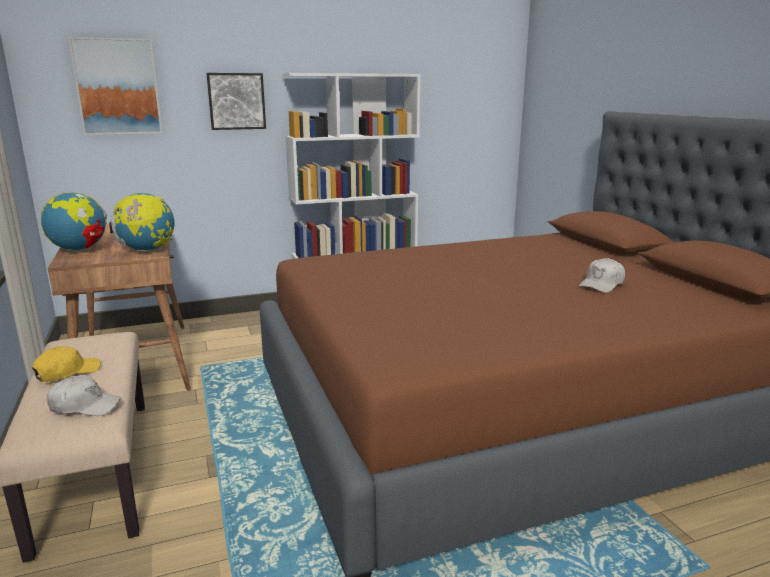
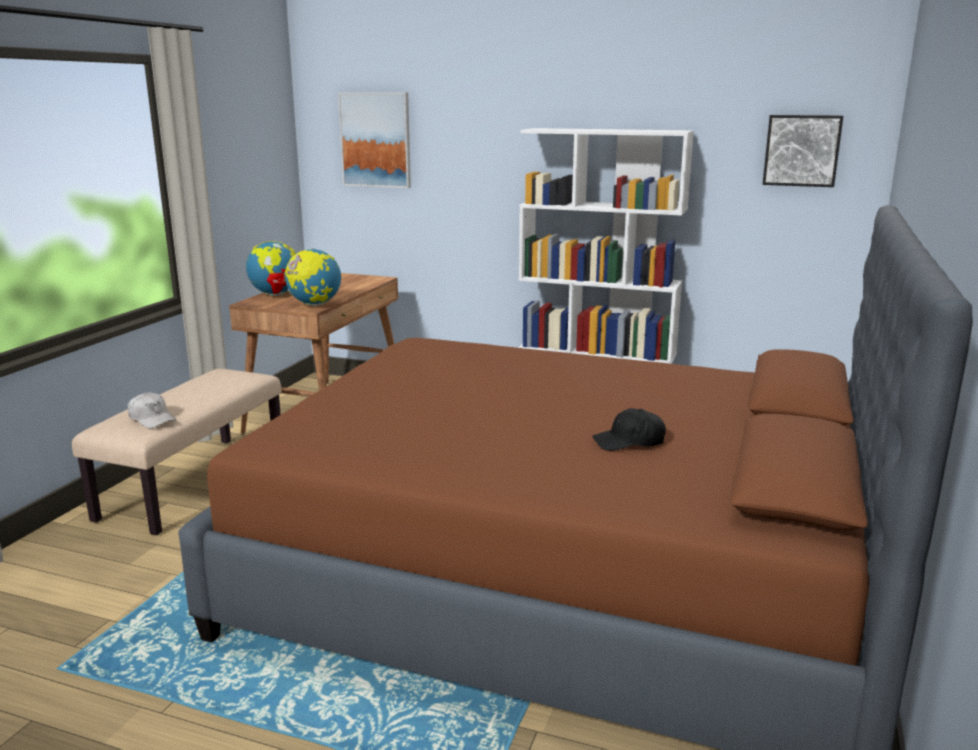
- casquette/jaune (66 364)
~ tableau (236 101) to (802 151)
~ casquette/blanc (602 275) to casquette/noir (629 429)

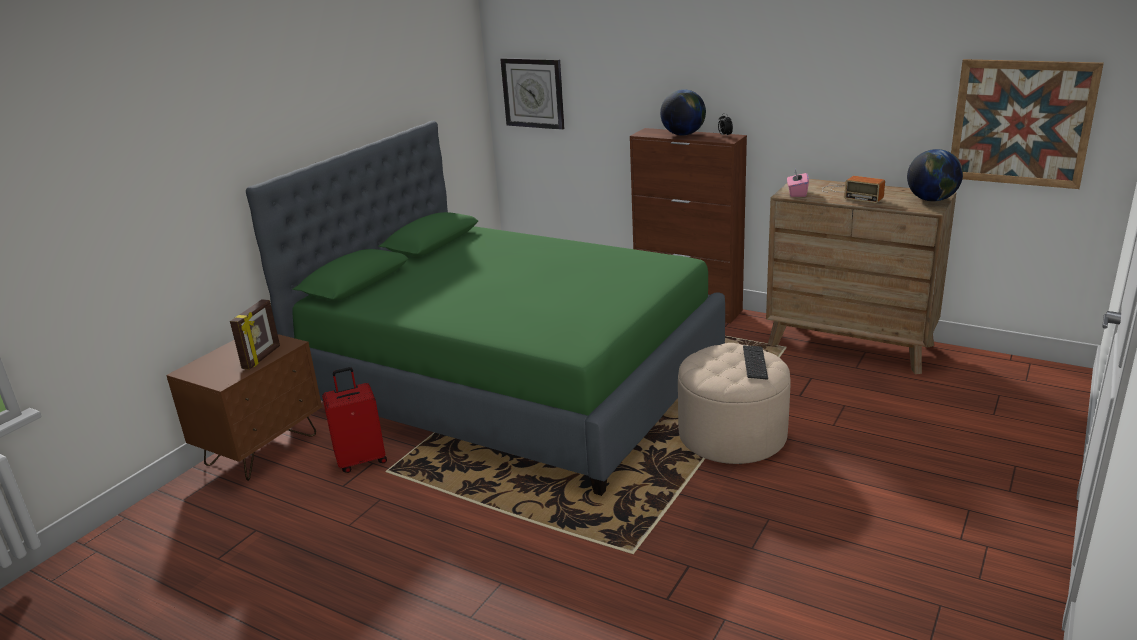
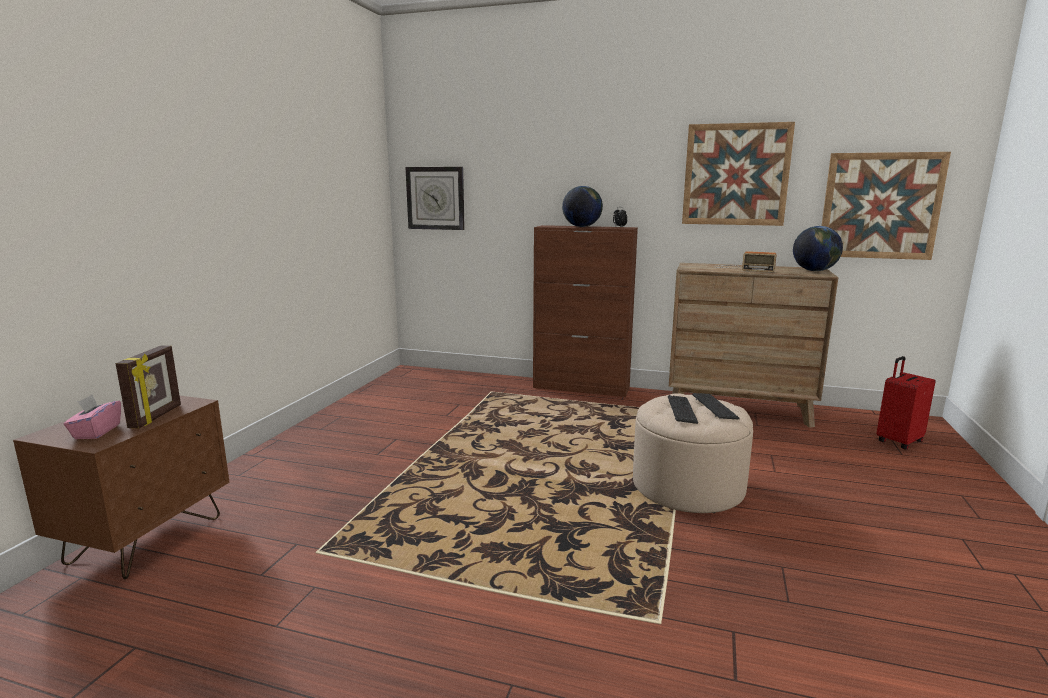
- lit/vert (485 308)
+ clavier (683 409)
+ tableau (738 174)
~ valise/rouge (354 420) to (906 403)
~ boîte à mouchoirs/rose (798 183) to (92 417)

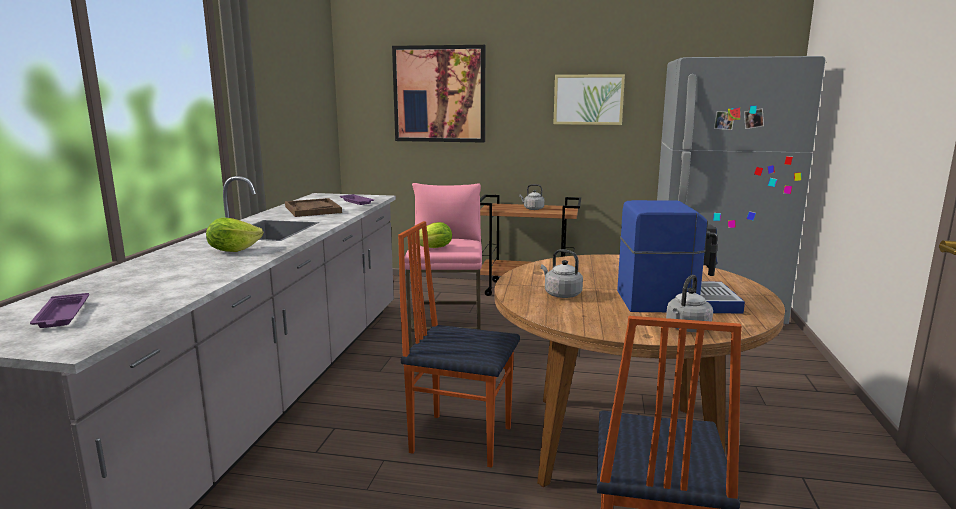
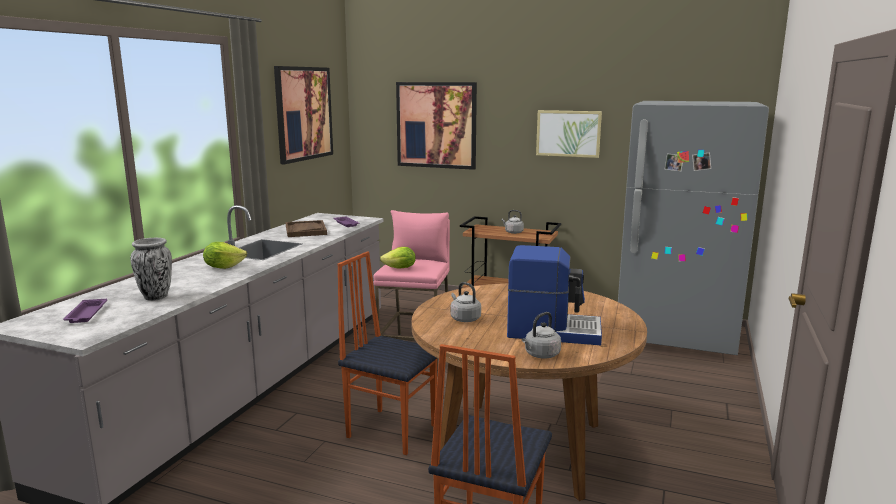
+ vase (151 269)
+ tableau (303 115)

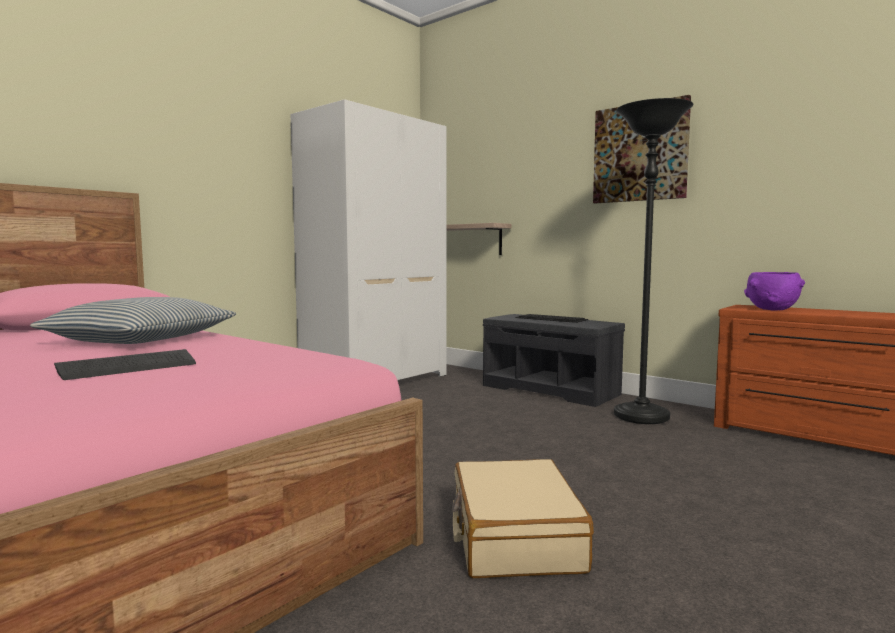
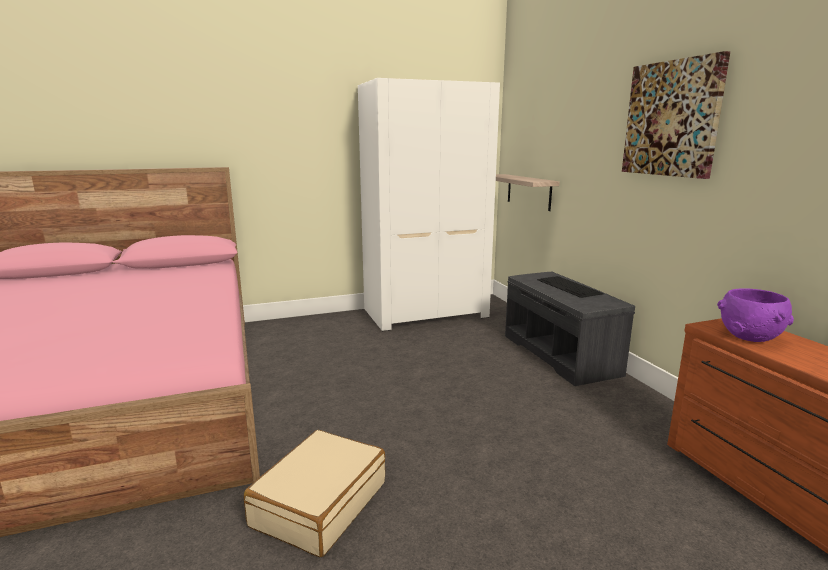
- coussin (133 320)
- clavier (125 364)
- lampadaire/noir (653 261)

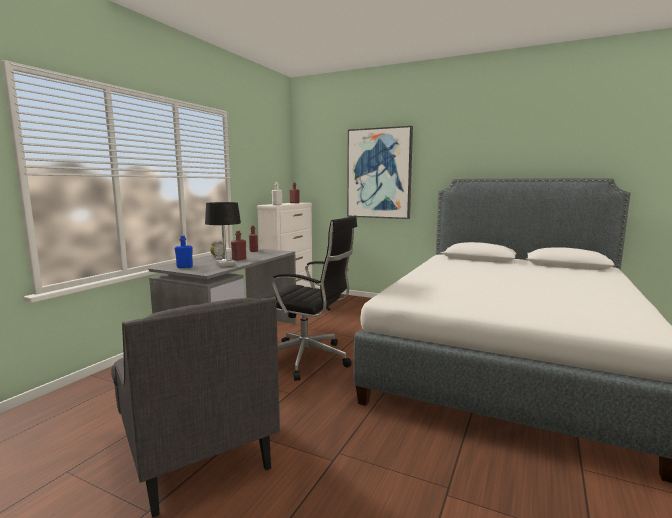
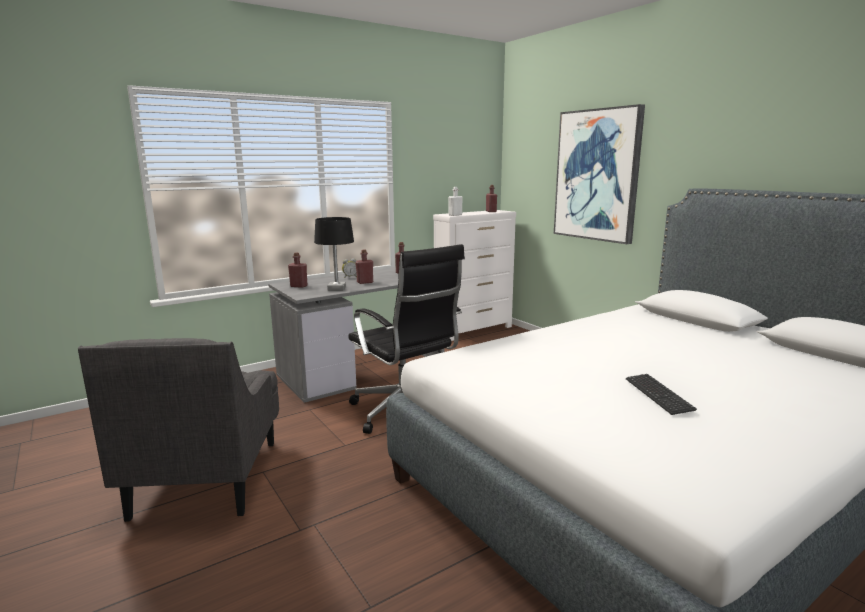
+ clavier (661 394)
~ bouteille/bleu (184 252) to bouteille/rouge (298 270)

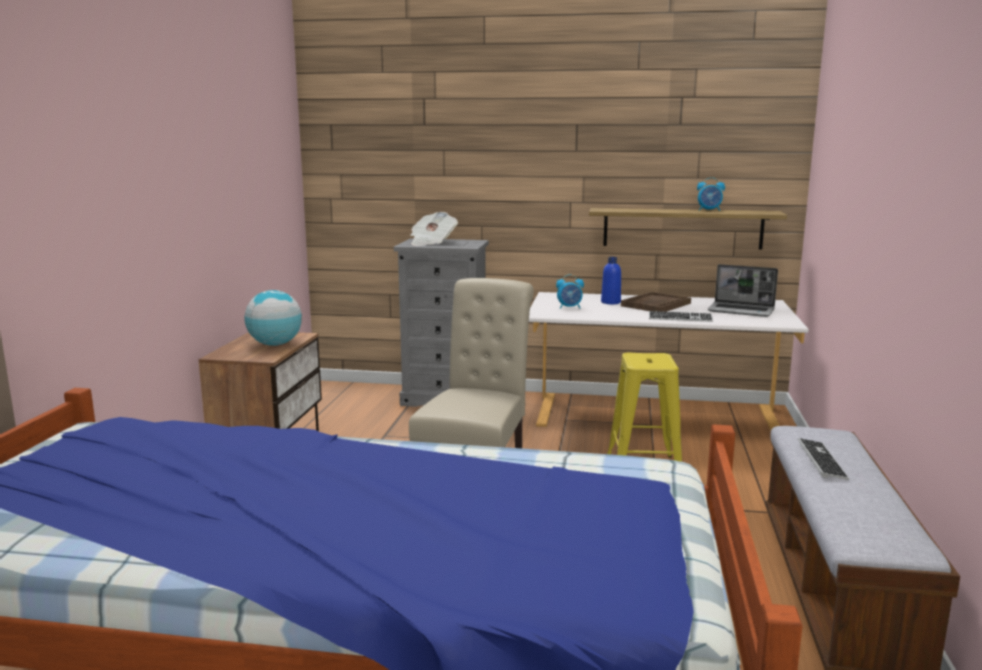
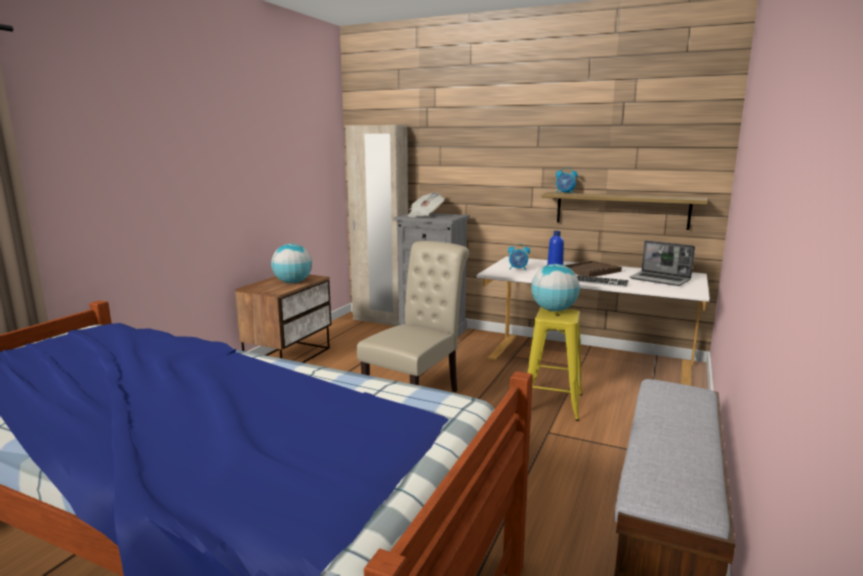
- clavier (823 459)
+ armoire/beige (376 225)
+ globe (555 287)
~ réveil (711 194) to (567 180)

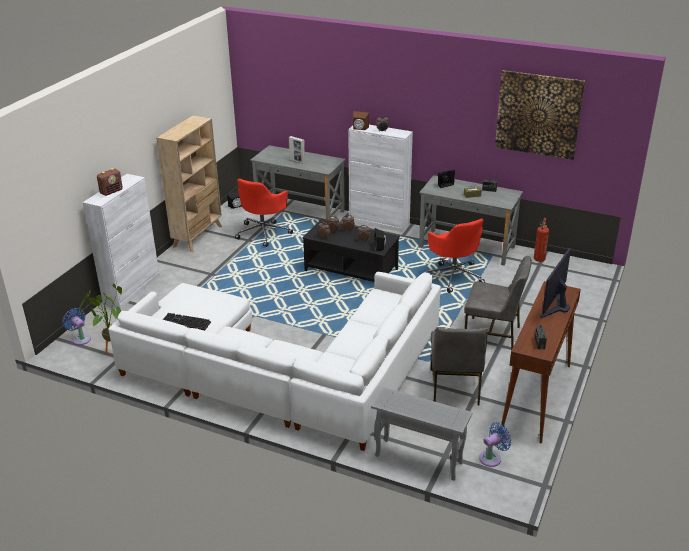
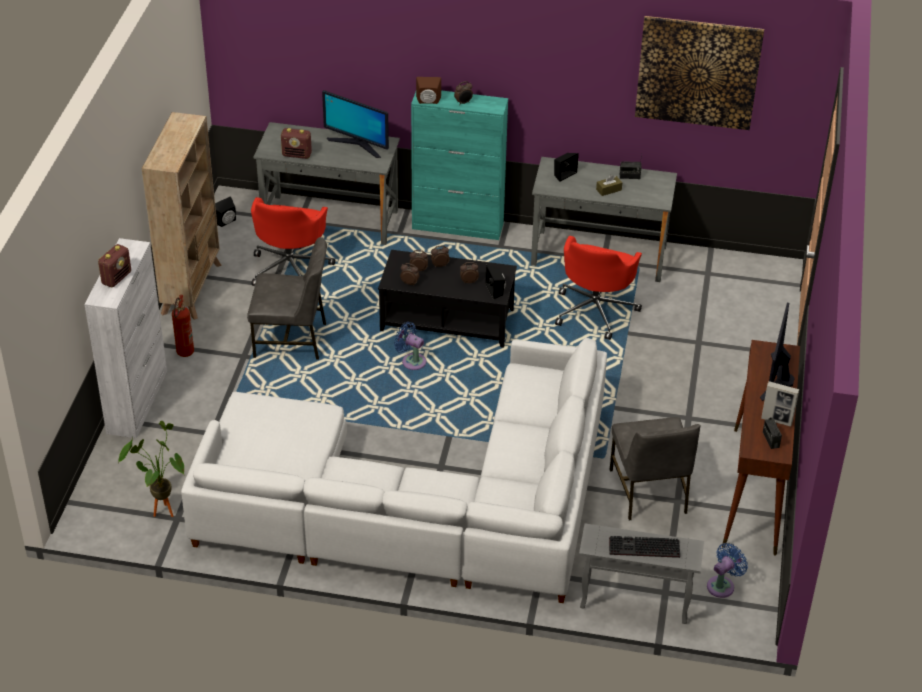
+ radio (296 143)
+ écran d'ordinateur (355 124)
~ ventilateur/bleu (76 326) to (410 346)
~ clavier (187 321) to (644 547)
~ cadre photo (297 150) to (780 404)
~ chaise/gris (498 303) to (287 298)
~ extincteur (541 240) to (183 326)
~ meuble de rangement/blanc (380 178) to meuble de rangement/turquoise (459 165)
~ chaise de bureau/rouge (455 256) = (598 288) 60 degrees clockwise

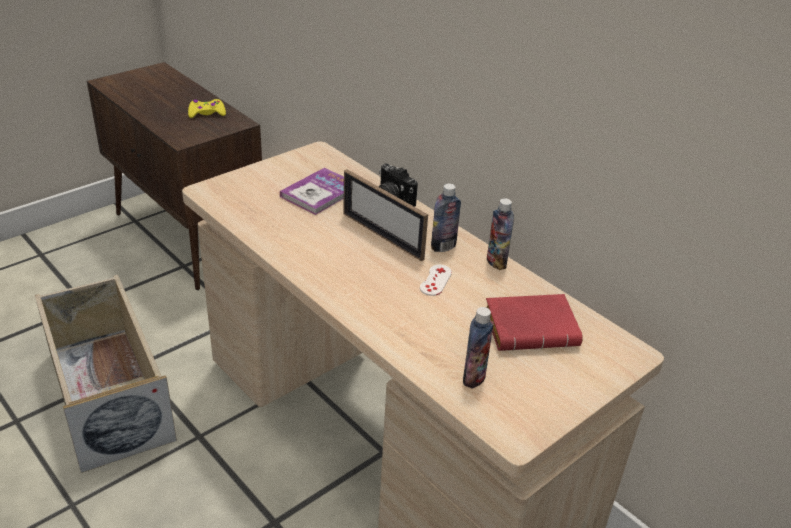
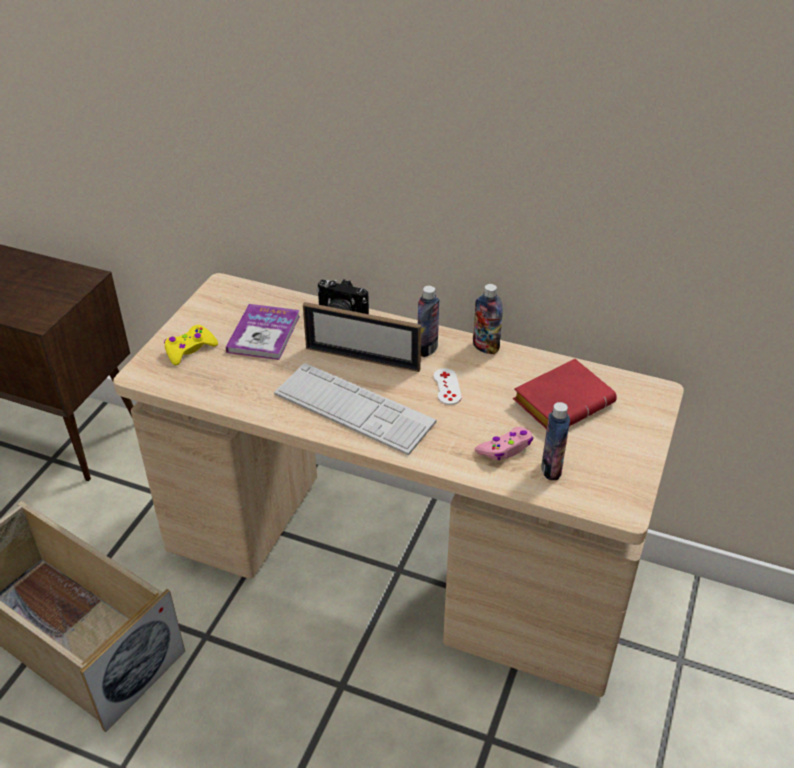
+ clavier (355 409)
+ manette/rose (504 443)
~ manette/jaune (207 108) to (191 345)

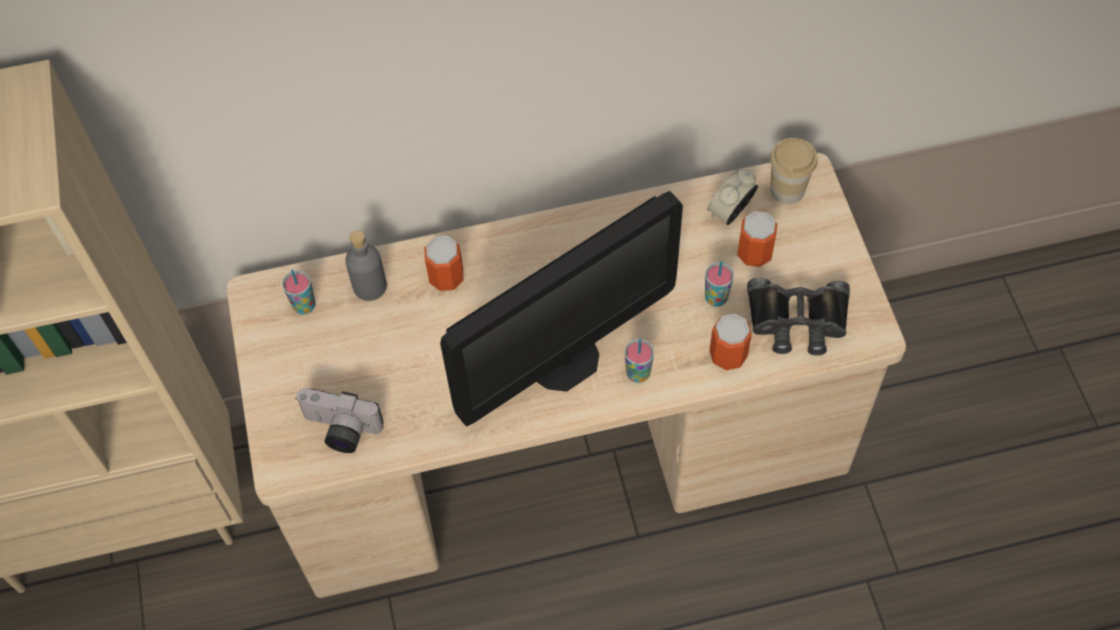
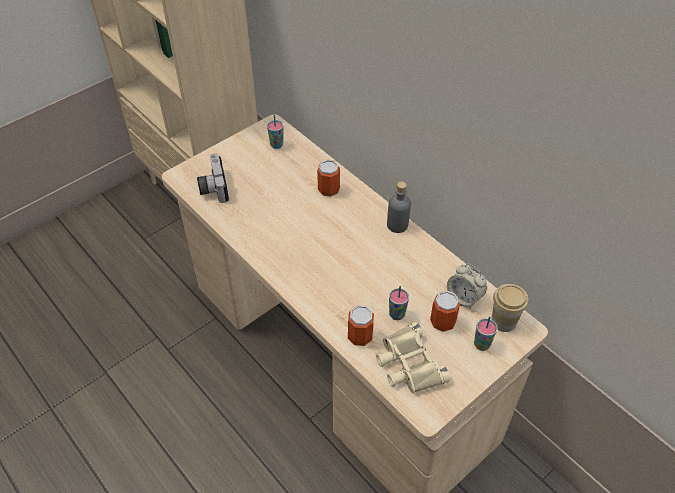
- écran d'ordinateur (561 308)
~ bouteille/gris (366 265) to (399 207)
~ tasse (639 361) to (485 334)
~ jumelles/noir (798 316) to jumelles/beige (413 357)
~ réveil (732 197) = (467 286) 150 degrees counterclockwise

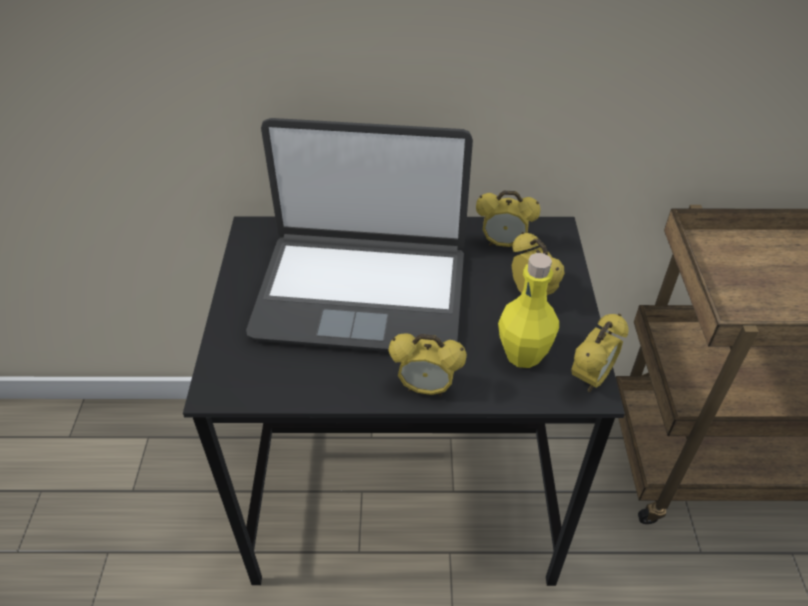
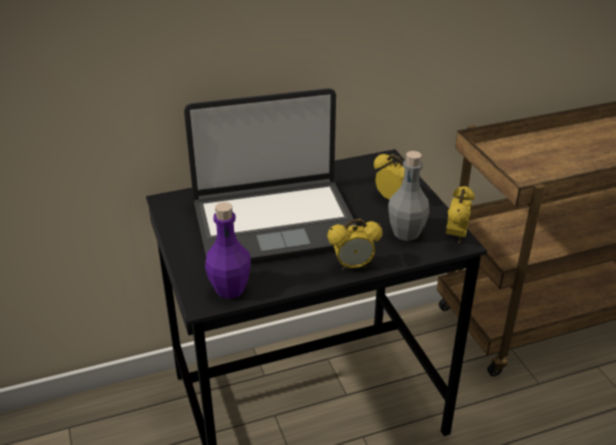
- réveil (508 219)
+ bouteille/violet (228 250)
~ bouteille/jaune (528 310) to bouteille/gris (409 196)

